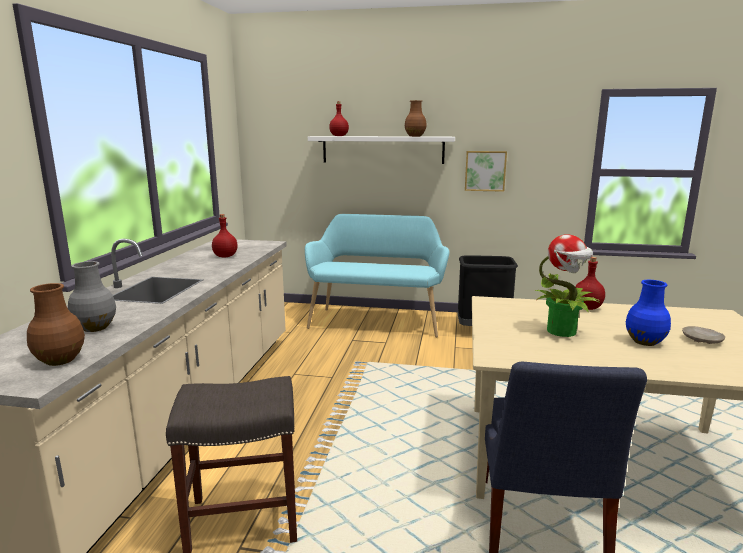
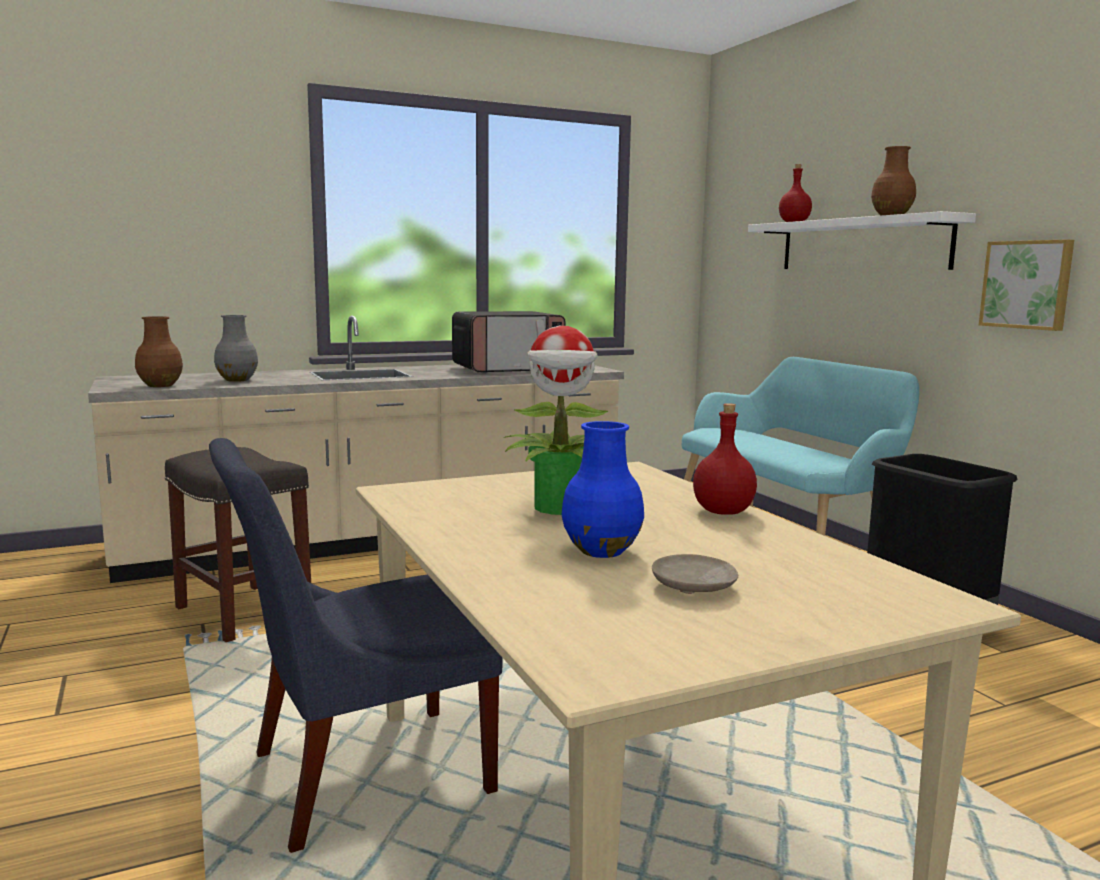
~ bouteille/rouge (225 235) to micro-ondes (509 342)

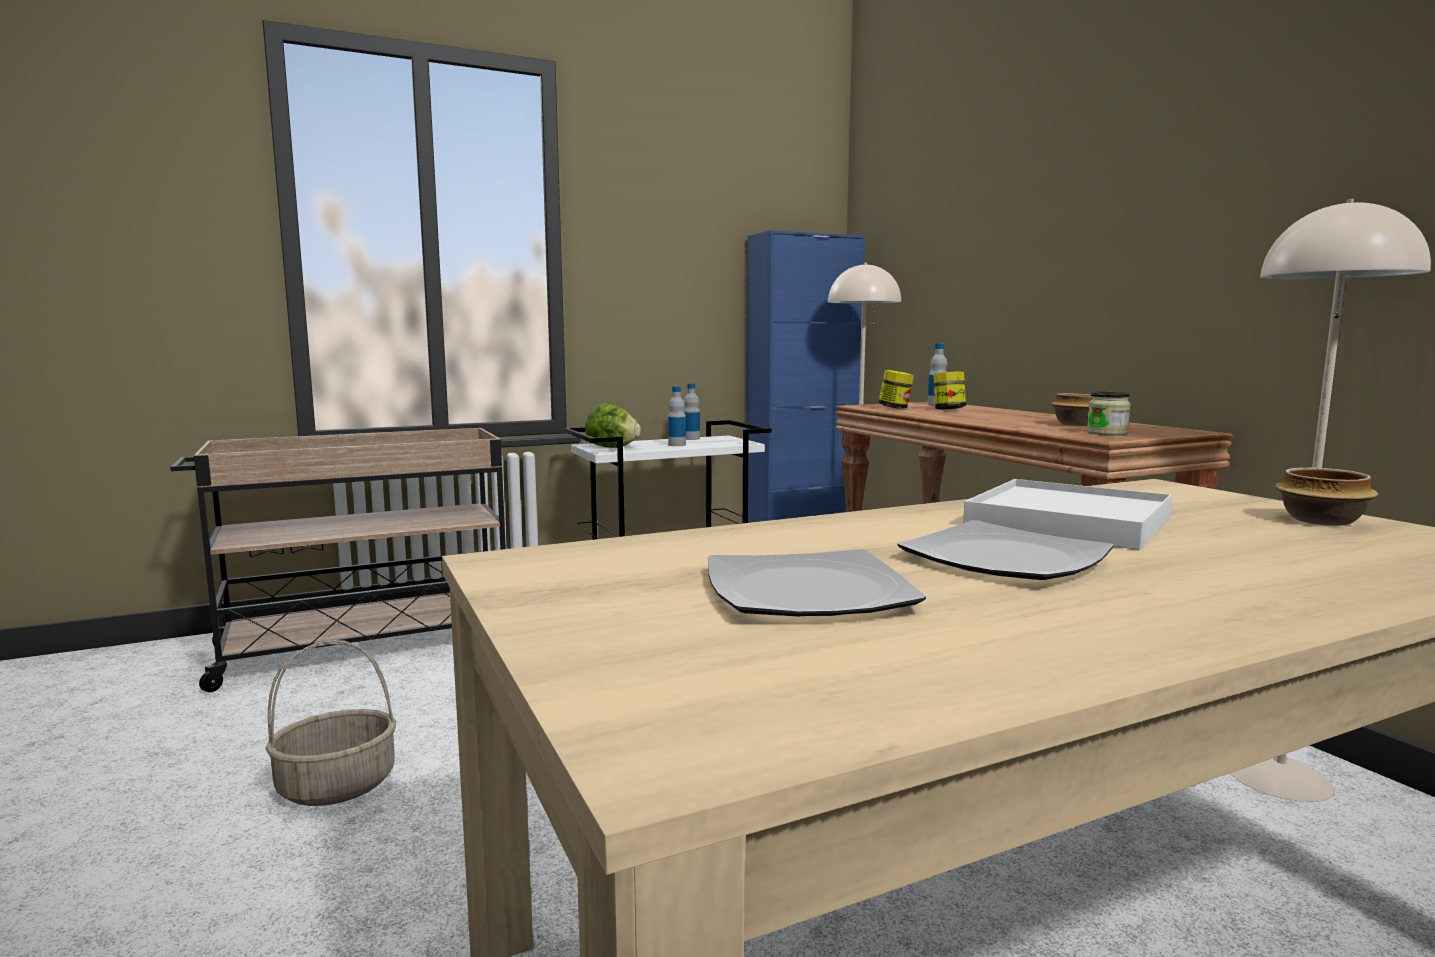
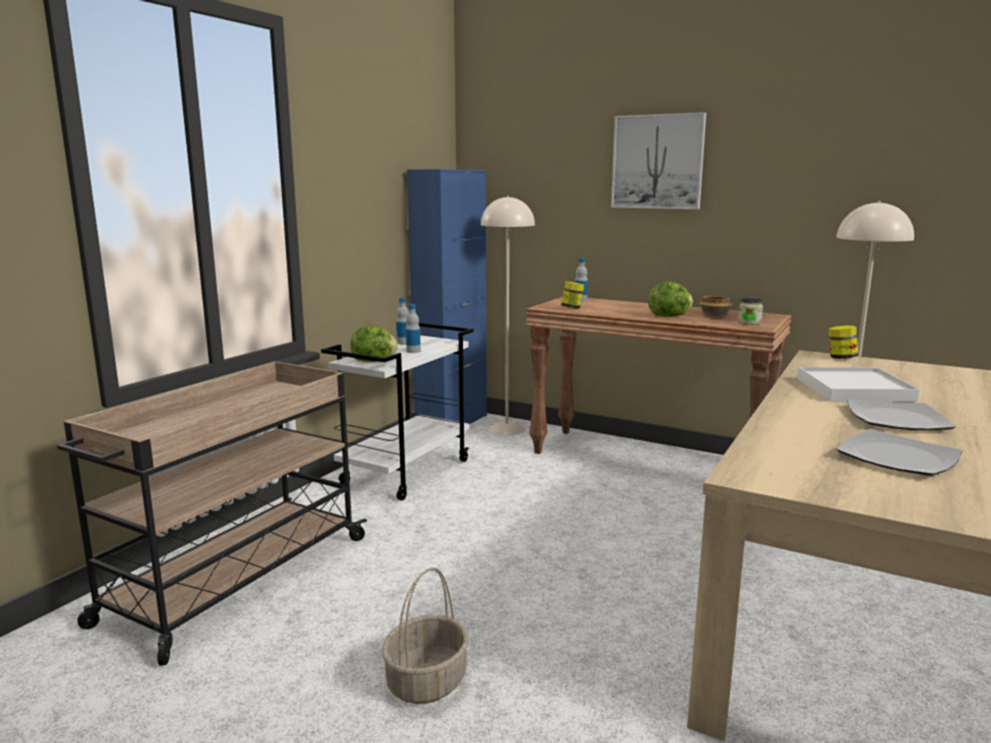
- bol (1326 497)
+ tableau (658 160)
+ laitue (670 299)
~ bocal (949 390) to (843 342)

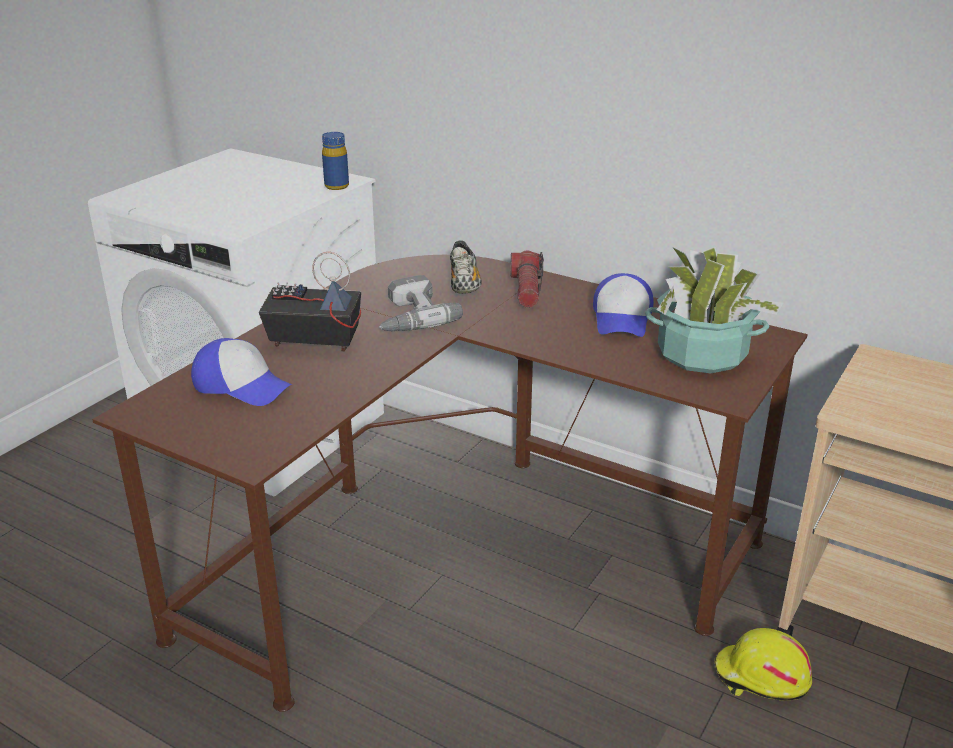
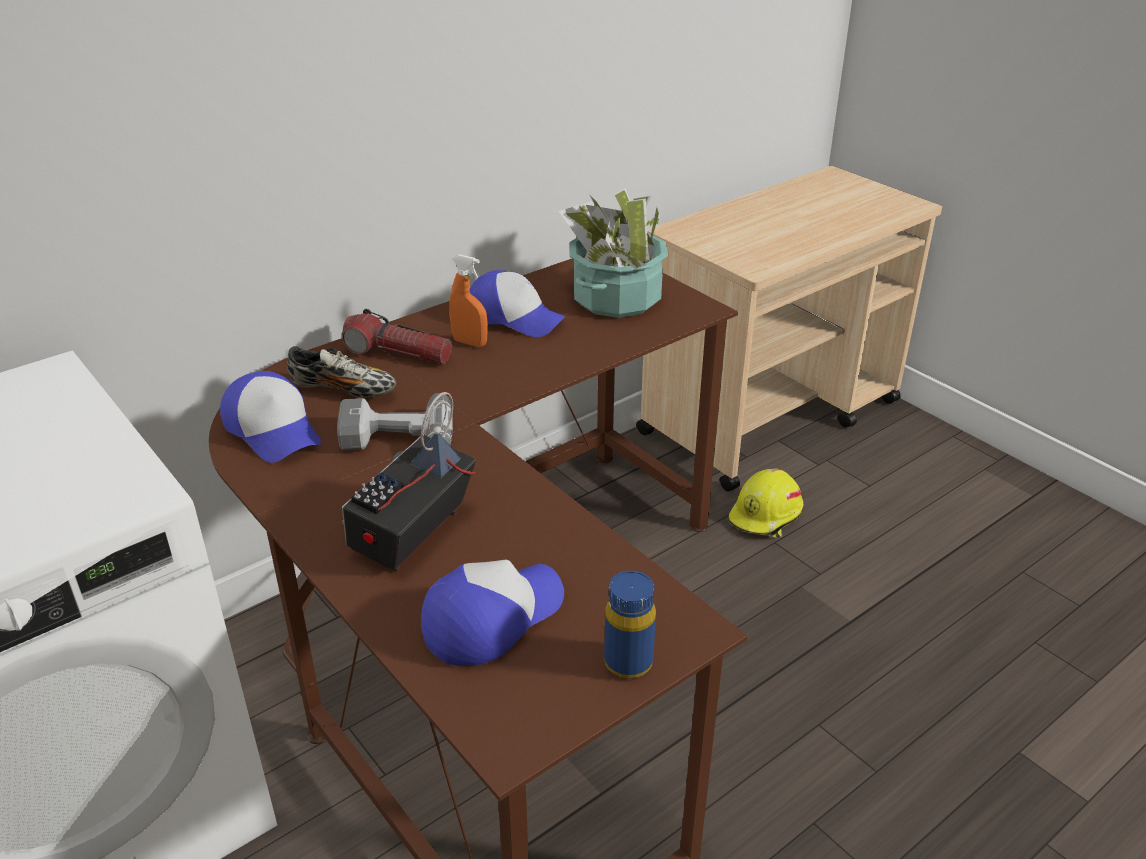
+ casquette (270 417)
+ vaporisateur/orange (468 300)
~ bouteille/bleu (335 161) to (630 624)

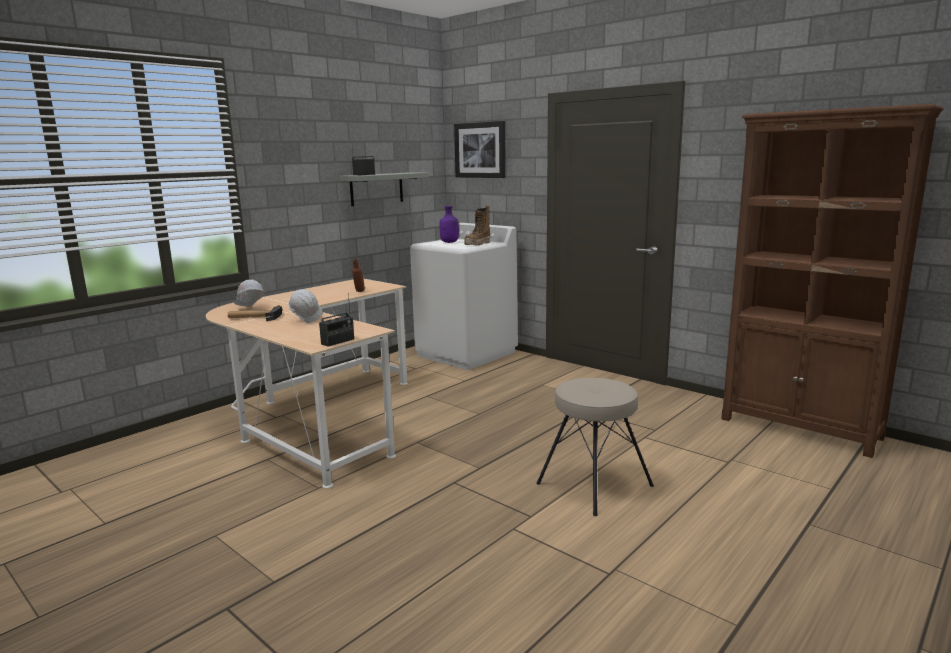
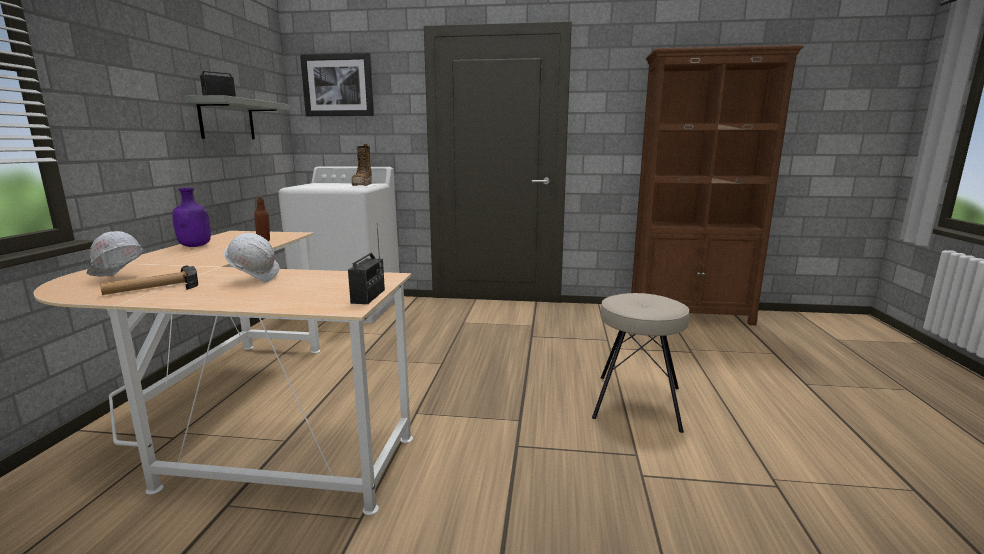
~ bouteille/violet (449 224) to (191 217)

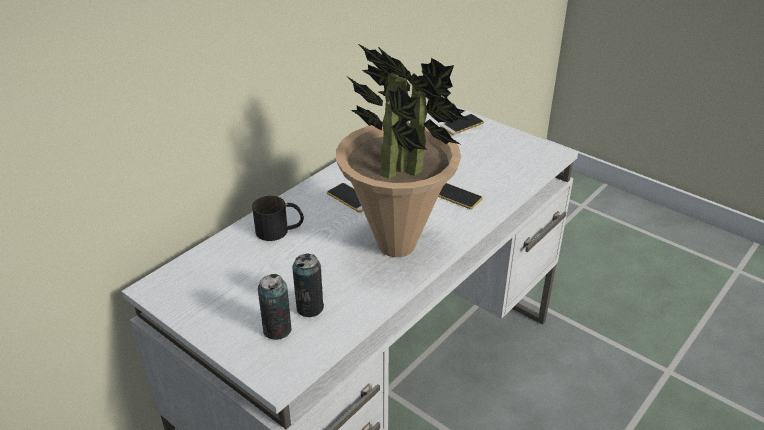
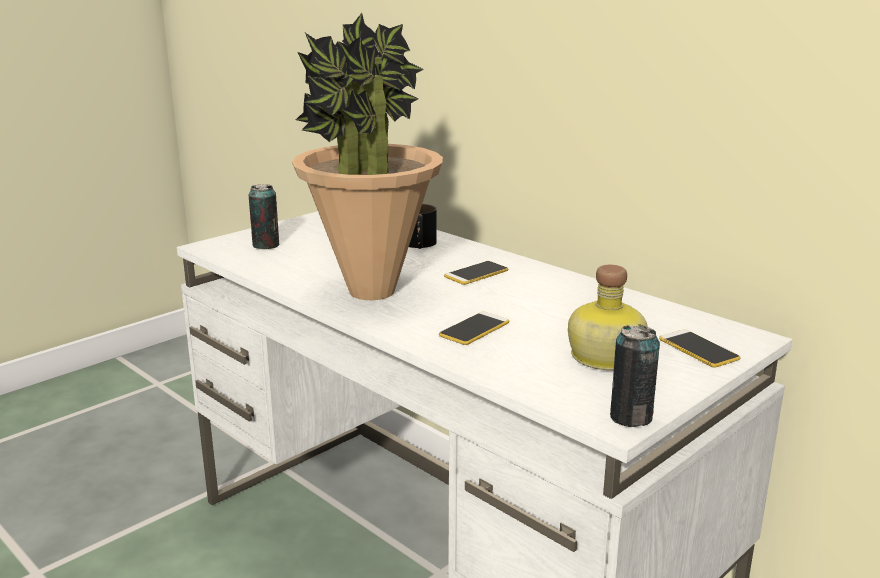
+ bouteille (608 317)
~ boîte métallique (308 285) to (635 375)

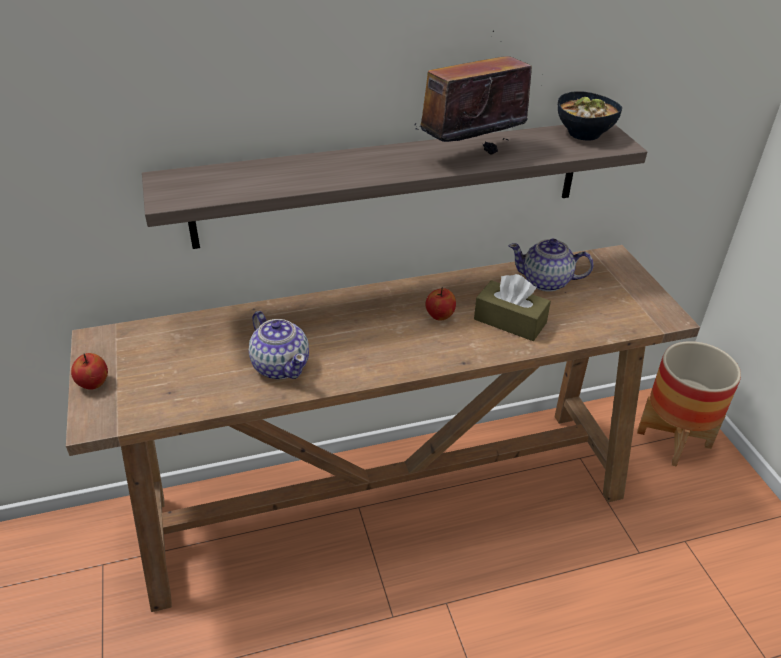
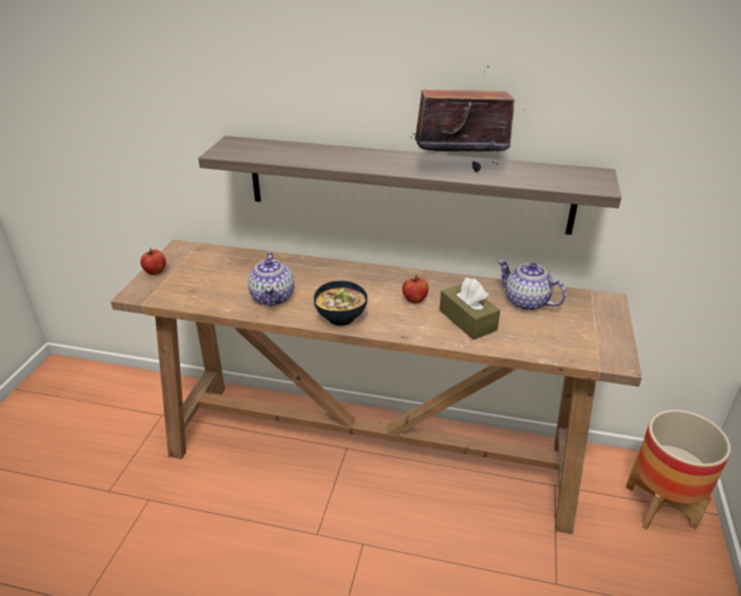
~ bol (590 116) to (340 303)

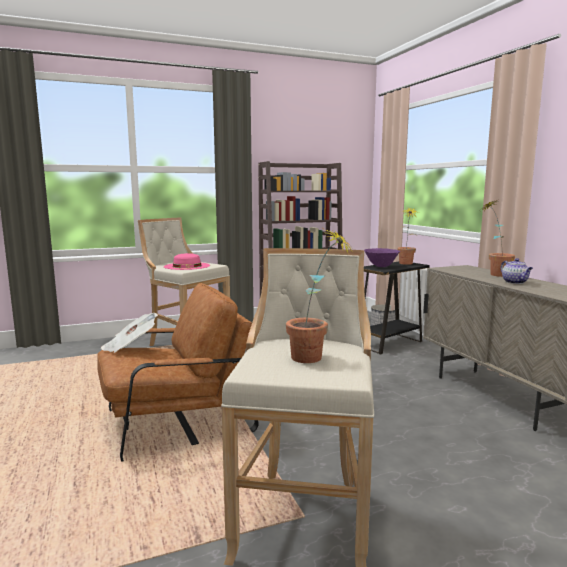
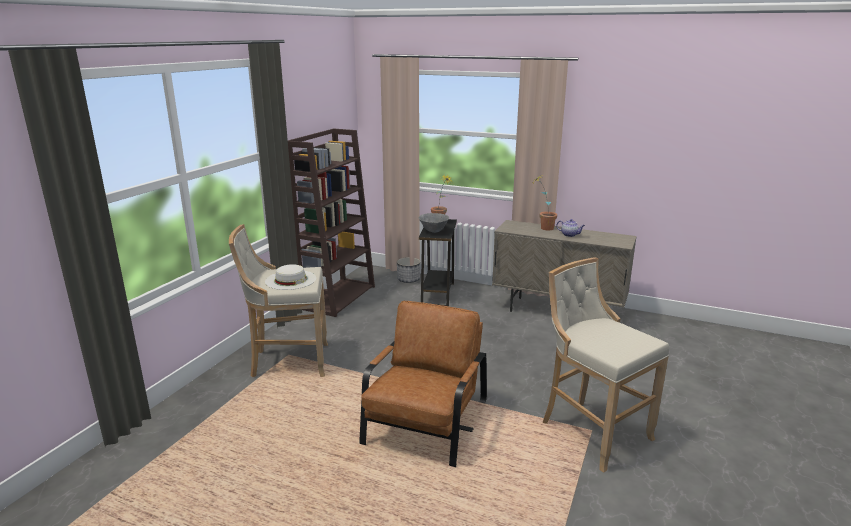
- journal (129 333)
- plante en pot (320 296)
~ chapeau/rose (187 261) to chapeau/blanc (290 277)
~ bol/violet (382 257) to bol/gris (433 223)

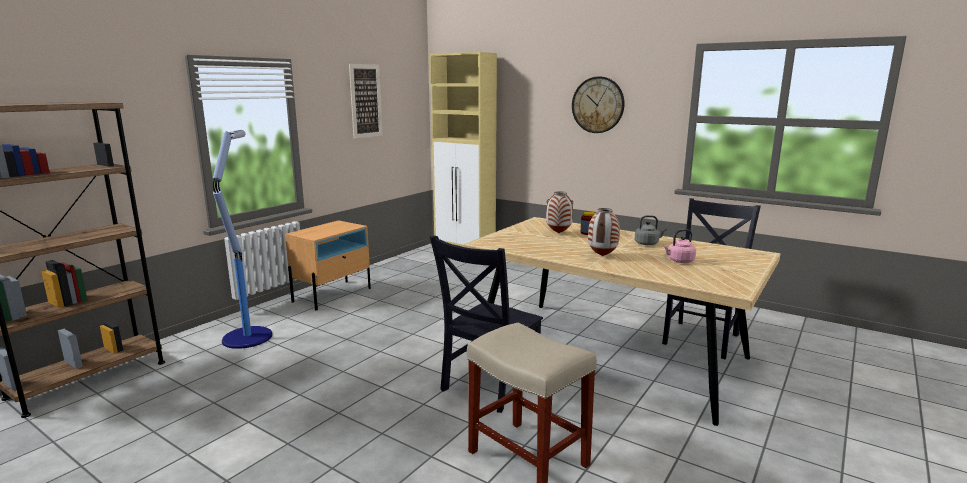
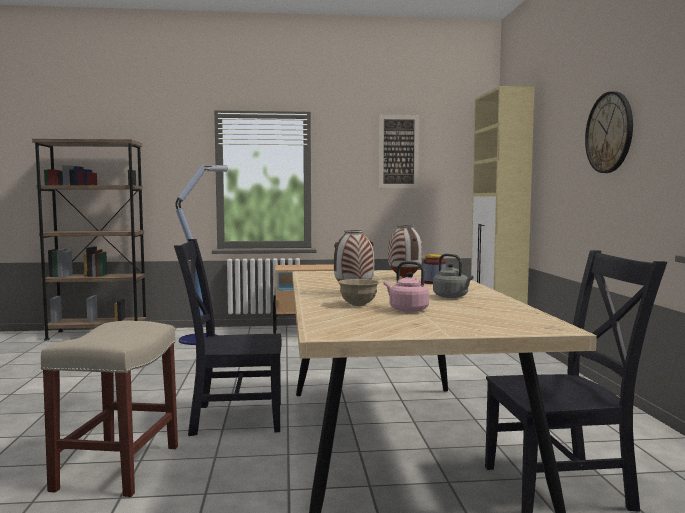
+ bol/beige (358 292)

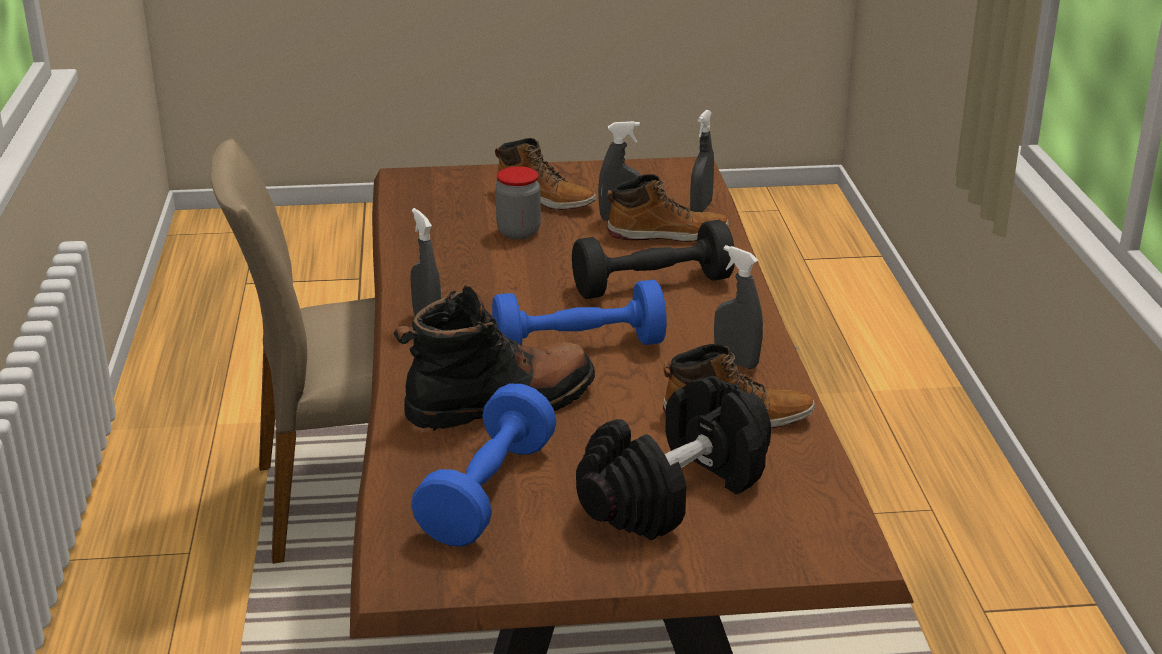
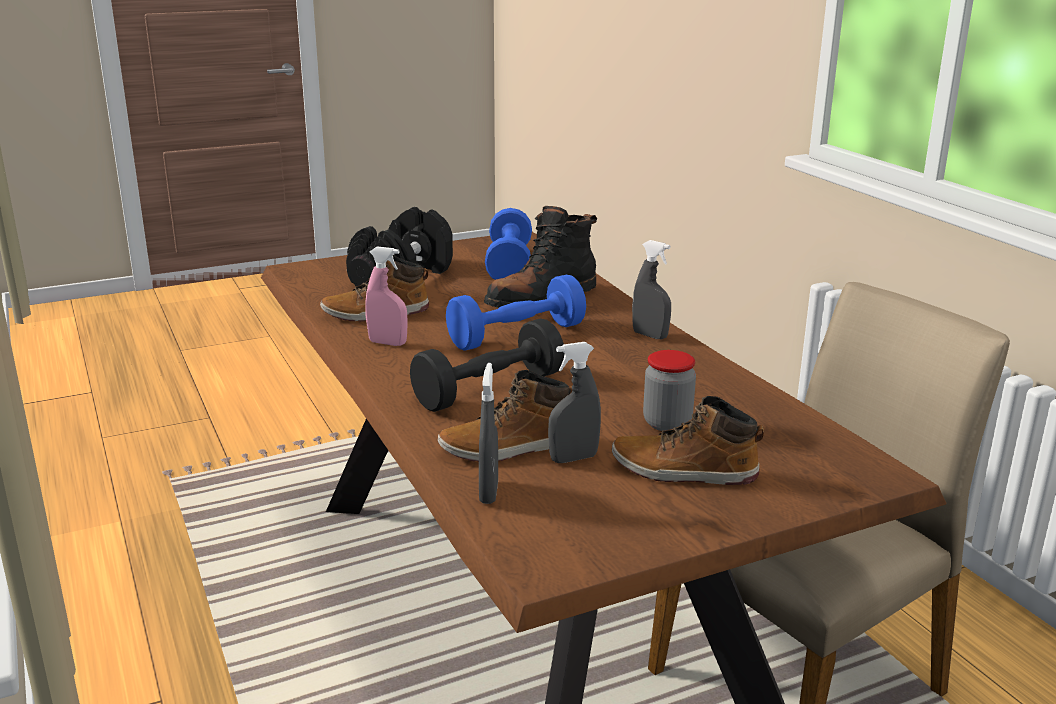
~ vaporisateur/gris (738 307) to vaporisateur/rose (386 296)

